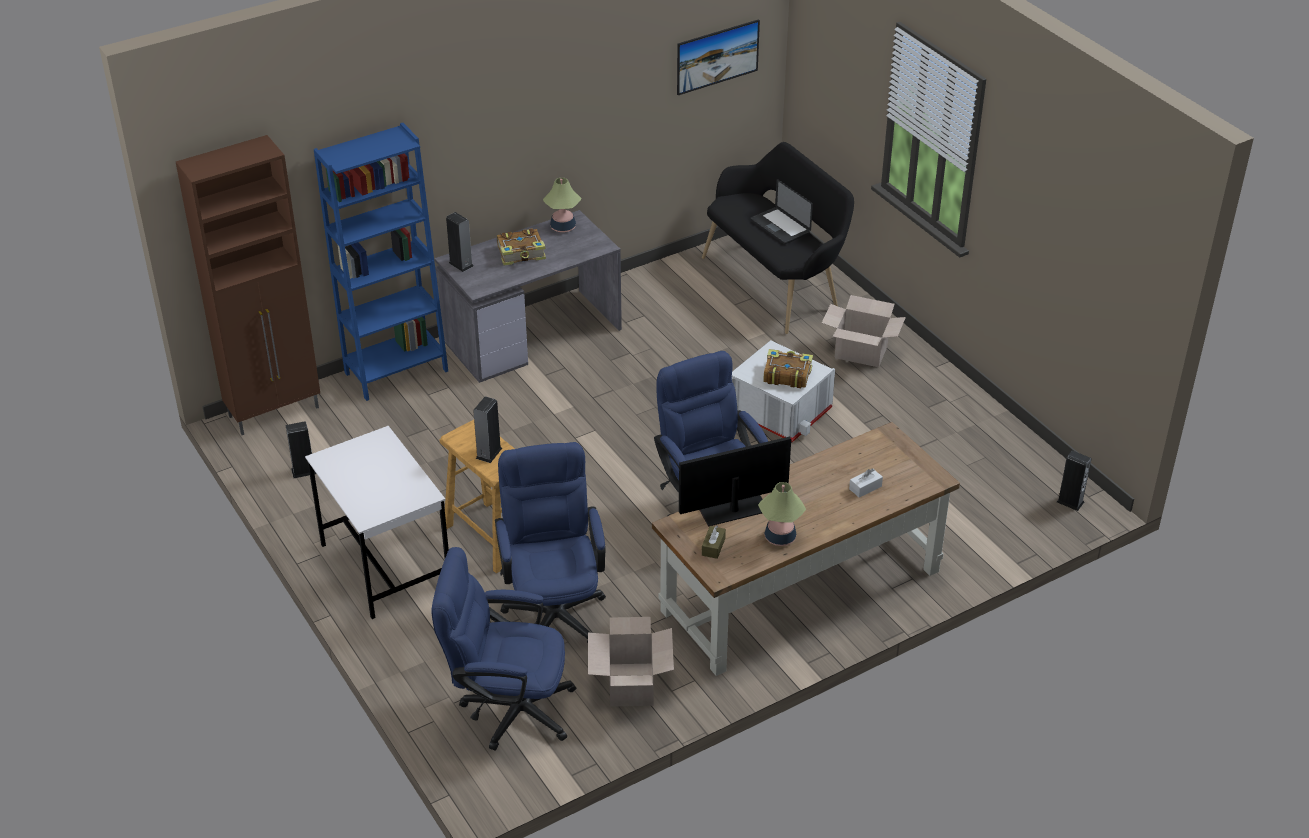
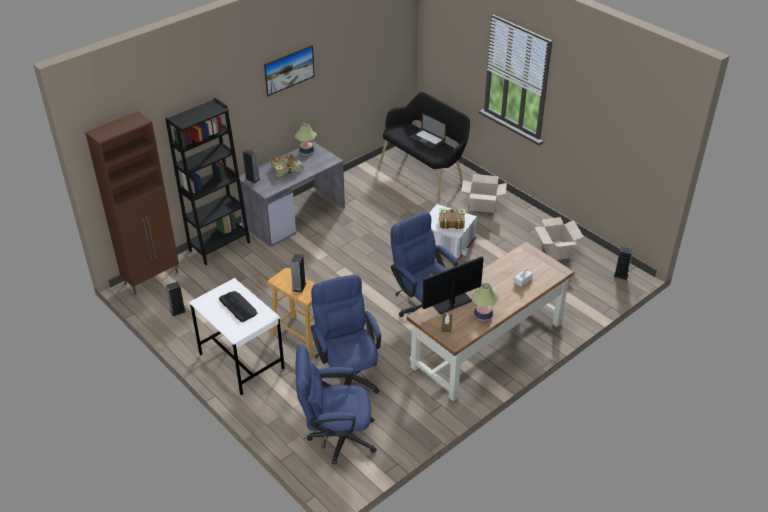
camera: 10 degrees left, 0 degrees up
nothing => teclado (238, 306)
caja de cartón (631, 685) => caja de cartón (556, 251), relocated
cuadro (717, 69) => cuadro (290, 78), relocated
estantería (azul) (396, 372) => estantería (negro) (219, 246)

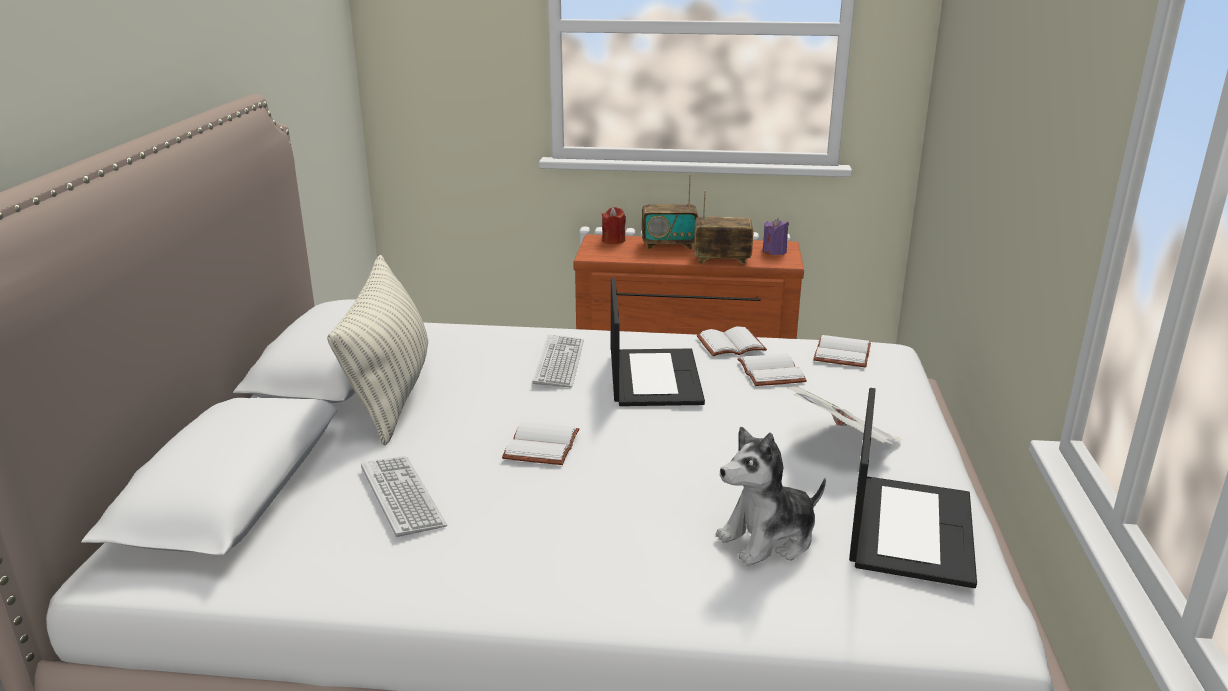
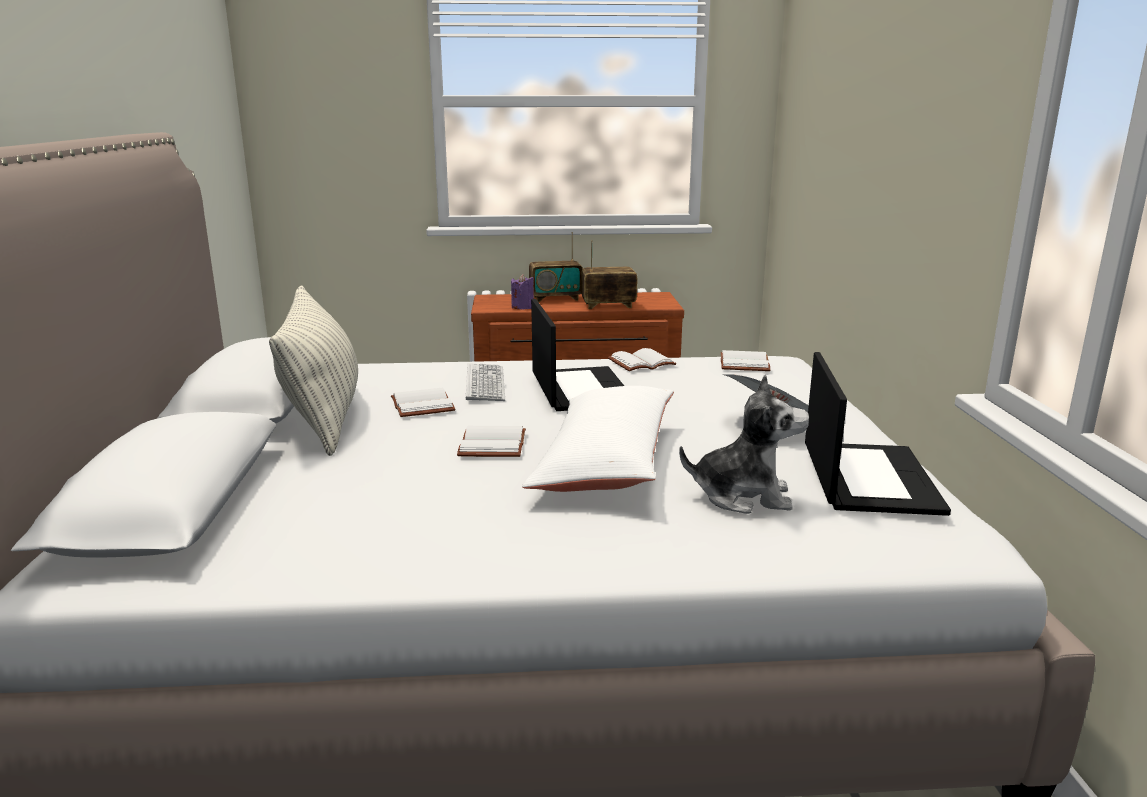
camera: 10 degrees left, 5 degrees down
teclado (402, 496) => nothing
vela (rojo) (613, 240) => nothing
nothing => cojín (blanco) (606, 460)
libro (blanco) (768, 372) => libro (blanco) (420, 405), relocated
vela (morado) (774, 251) => vela (morado) (522, 307), relocated
peluche (768, 539) => peluche (743, 496), 135 degrees counterclockwise

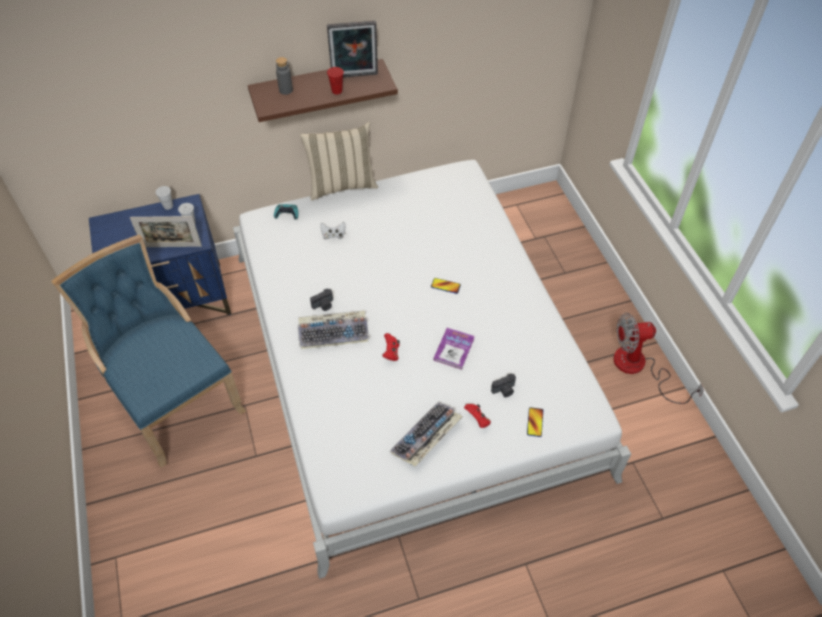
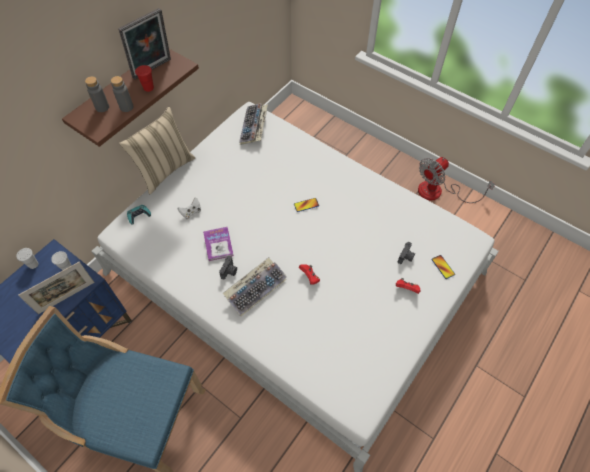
camera: 35 degrees left, 5 degrees up
nothing => botella (gris) (126, 107)
teclado (426, 438) => teclado (254, 128), relocated
libro (454, 349) => libro (218, 244), relocated

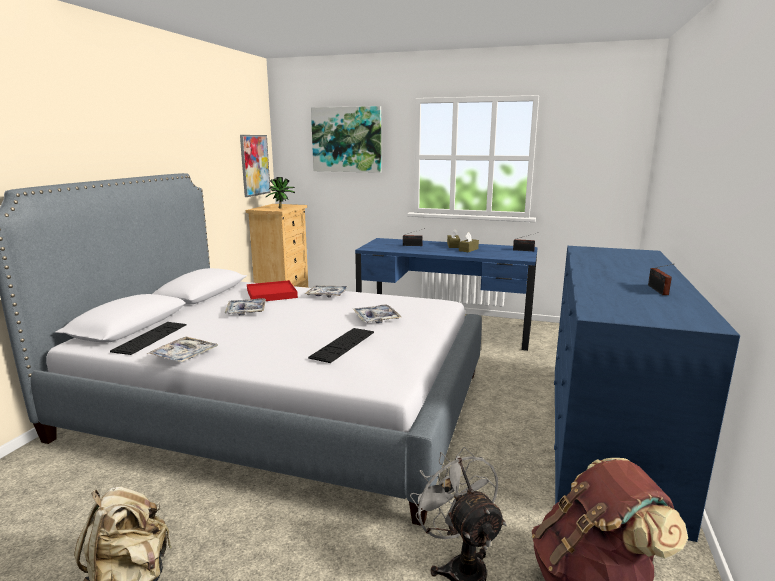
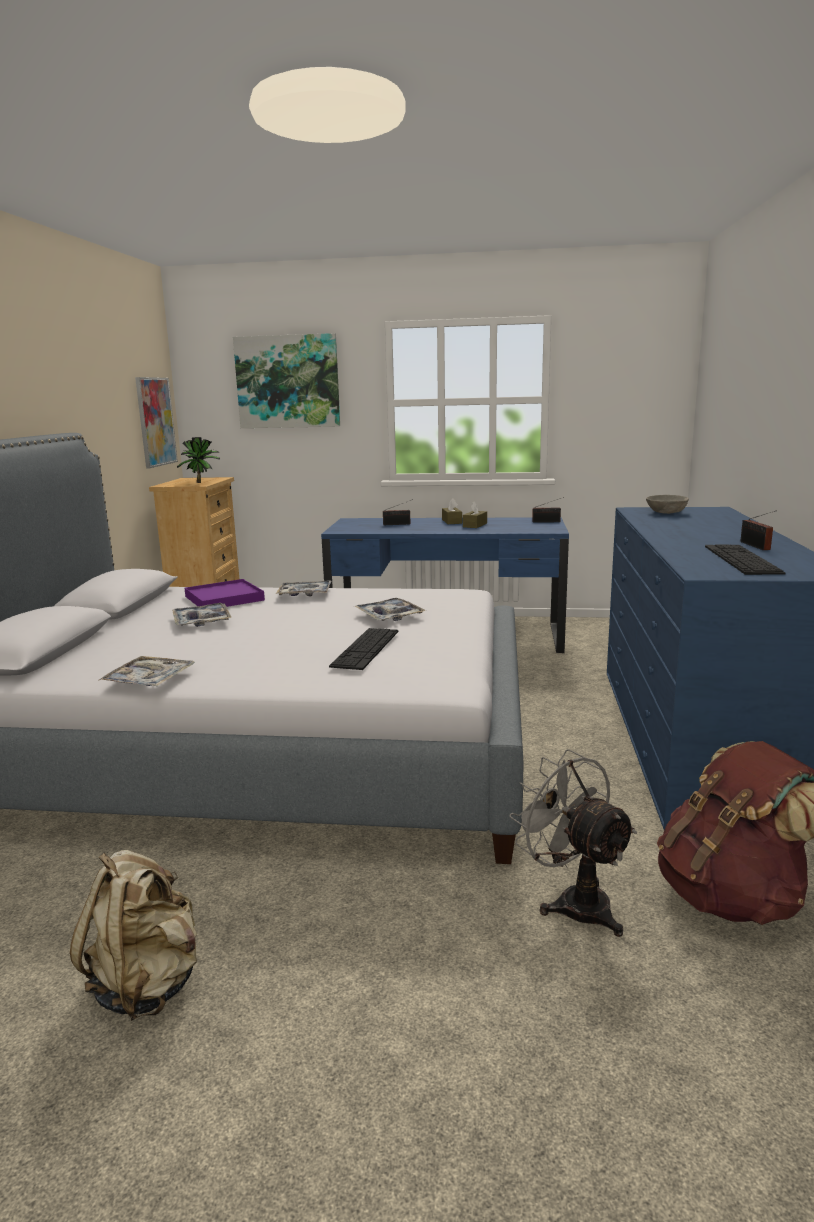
camera: 10 degrees left, 0 degrees up
nothing => cuenco (gris) (666, 512)
teclado (150, 337) => teclado (741, 559), relocated
bandeja (rojo) (271, 294) => bandeja (morado) (224, 598)

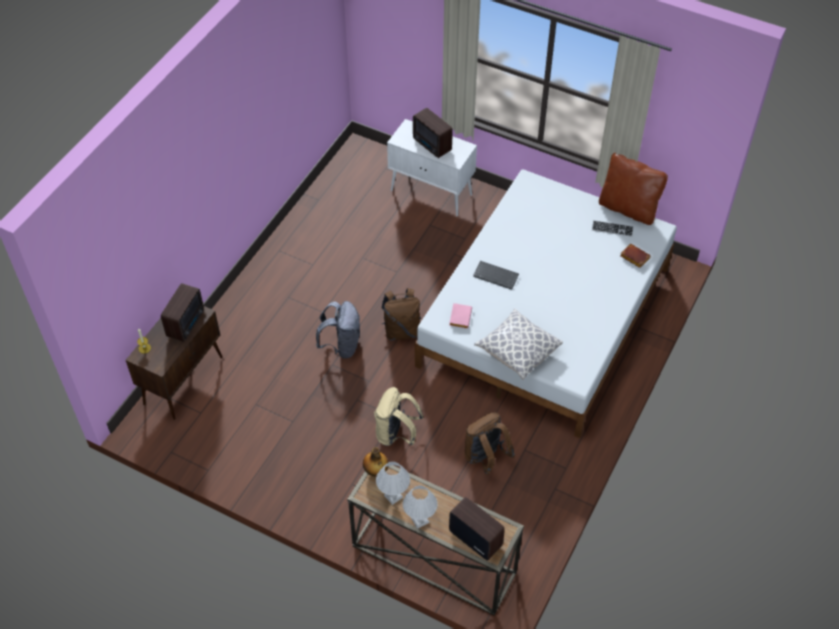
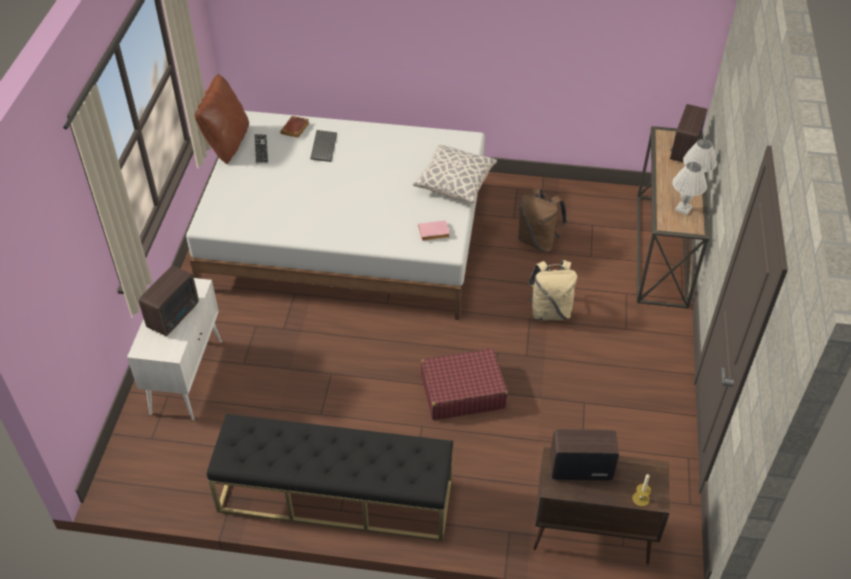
camera: 110 degrees left, 5 degrees down
botella (375, 471) => nothing
mochila (marrón) (401, 330) => nothing
nothing => banco (negro) (335, 496)
teclado (496, 275) => teclado (323, 146), relocated
mochila (gris) (341, 346) => maleta (rojo) (462, 392)

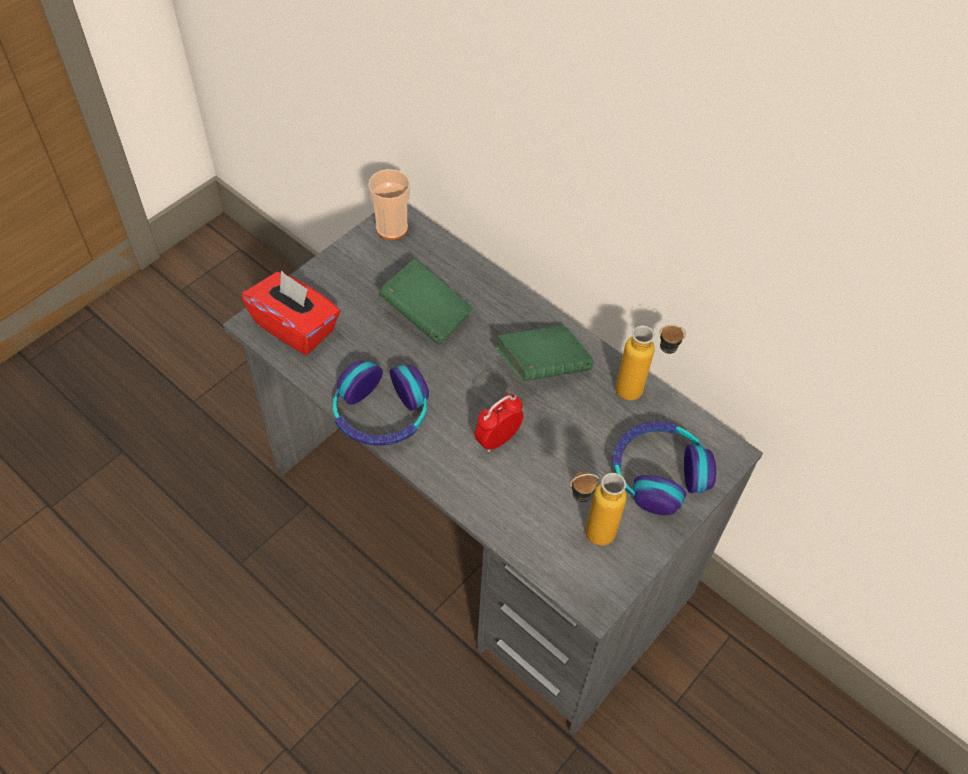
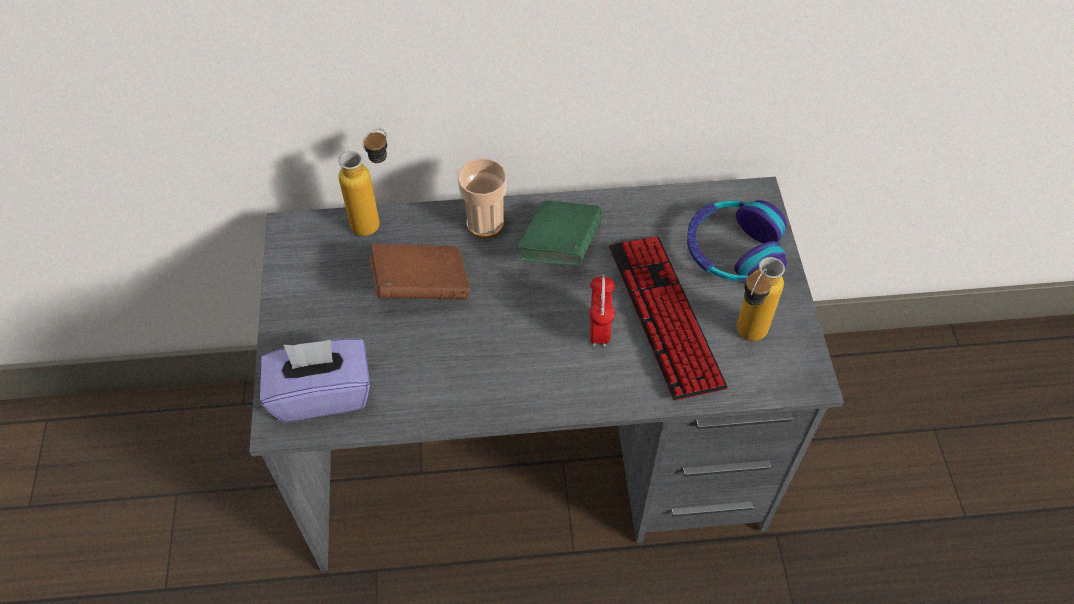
camera: 45 degrees left, 0 degrees up
auriculares (381, 413) => nothing
nothing => teclado (665, 316)
taza (391, 228) => taza (485, 223), relocated
botella (640, 392) => botella (376, 220), relocated
caja de pañuelos (rojo) (296, 327) => caja de pañuelos (morado) (322, 393)
libro (verde) (426, 315) => libro (marrón) (421, 287)

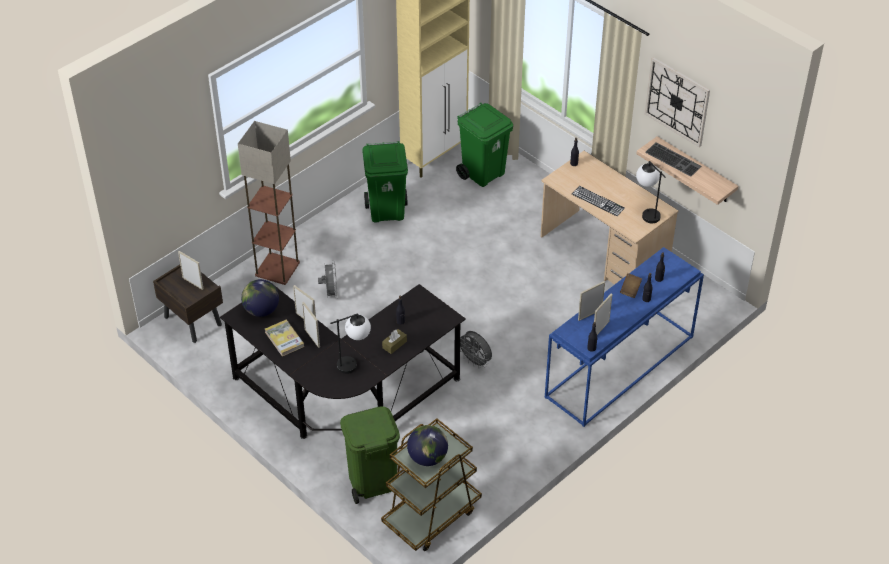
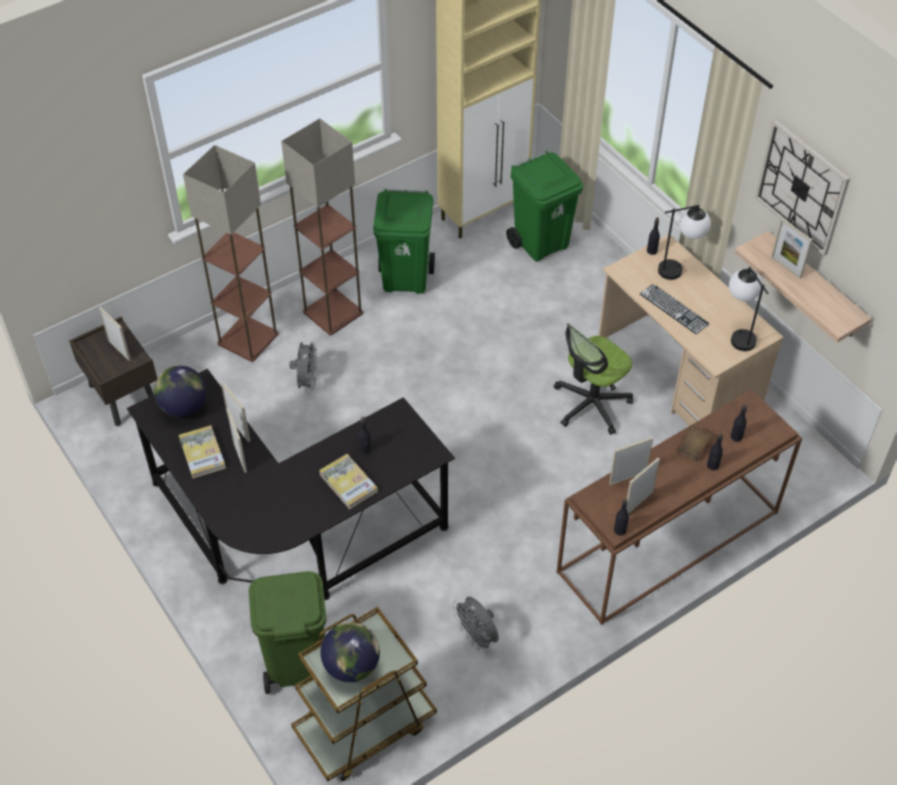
camera: 10 degrees right, 5 degrees up
nothing => lámpara de pie (333, 312)
nothing => silla de oficina (591, 404)
lámpara de mesa (354, 363) => lámpara de mesa (679, 268), relocated
ventilador (gris) (475, 361) => ventilador (gris) (477, 637), relocated
caja de pañuelos (marrón) (394, 344) => libro (348, 483)
teclado (674, 159) => portarretratos (786, 267)
mesa consola (azul) (620, 368) => mesa consola (marrón) (668, 544)

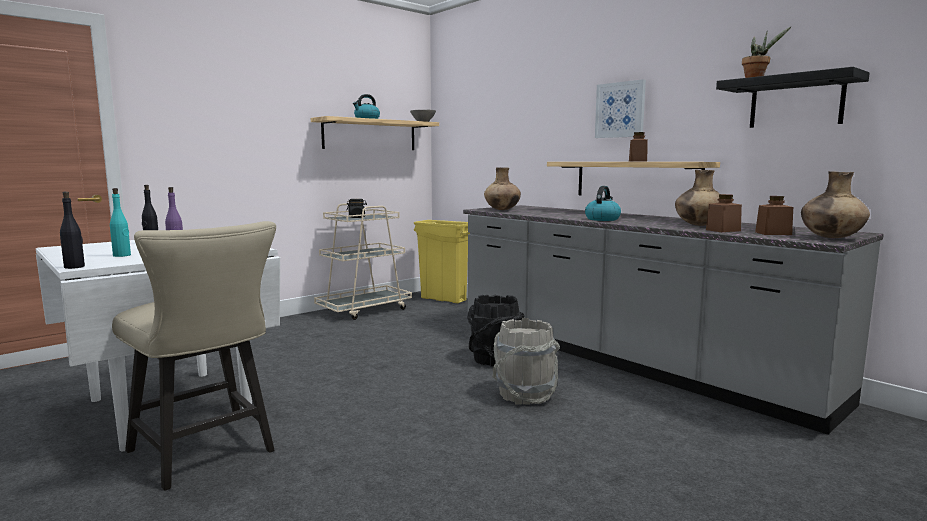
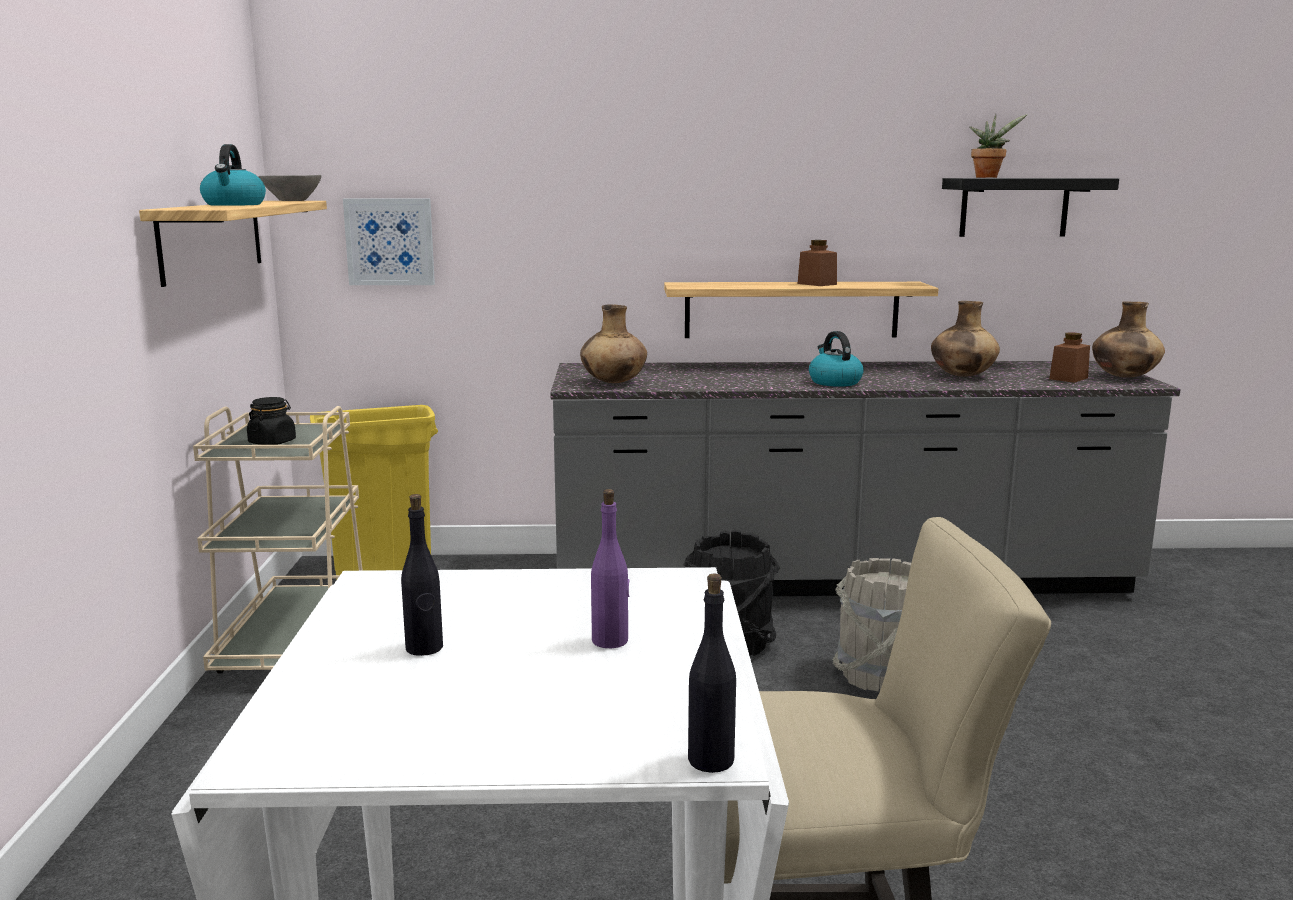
camera: 50 degrees left, 5 degrees up
botella (turquesa) (122, 255) => nothing
tarro (marrón) (723, 230) => nothing
cuadro (620, 110) => cuadro (390, 242), relocated

